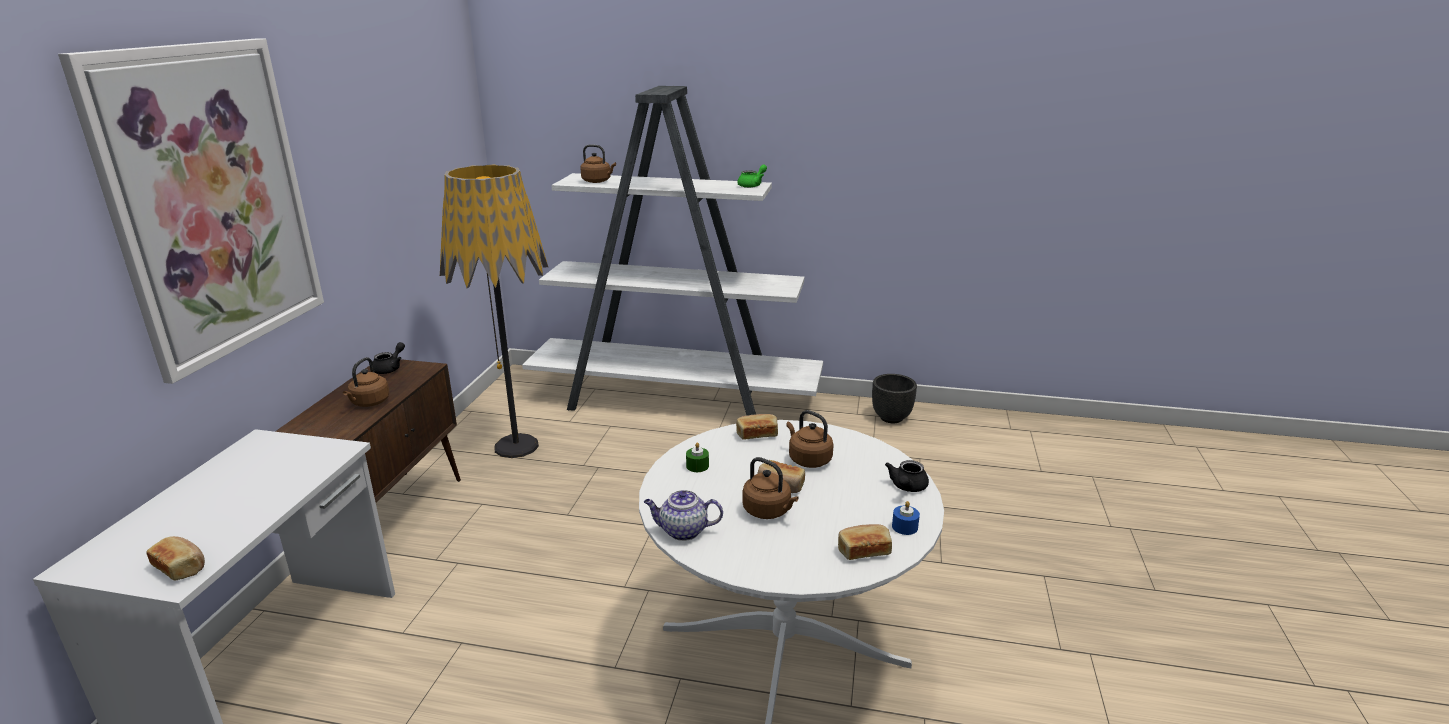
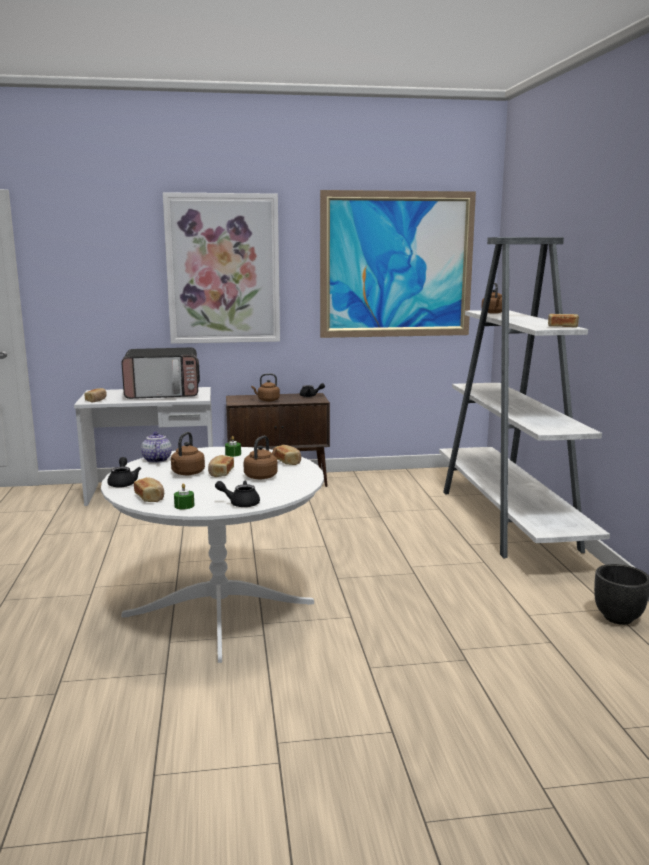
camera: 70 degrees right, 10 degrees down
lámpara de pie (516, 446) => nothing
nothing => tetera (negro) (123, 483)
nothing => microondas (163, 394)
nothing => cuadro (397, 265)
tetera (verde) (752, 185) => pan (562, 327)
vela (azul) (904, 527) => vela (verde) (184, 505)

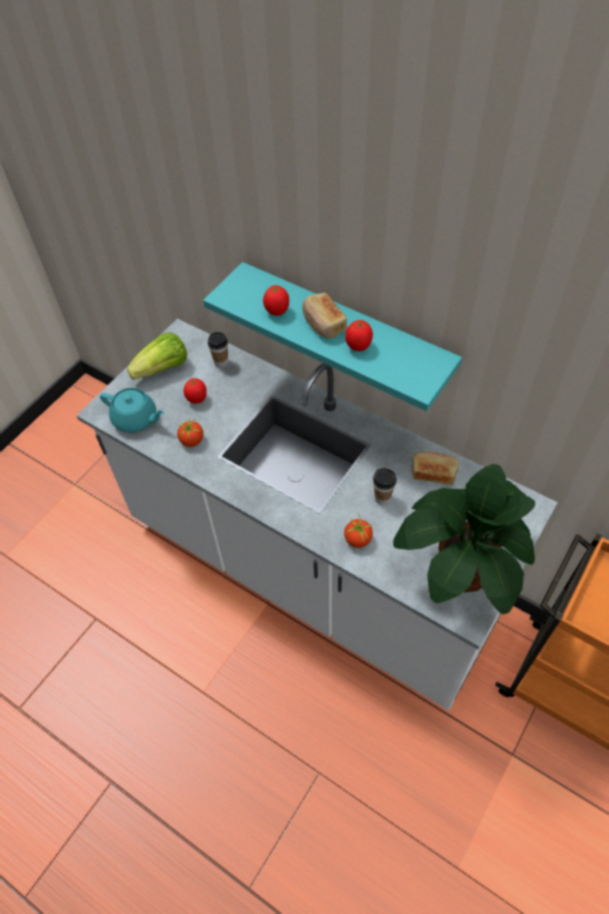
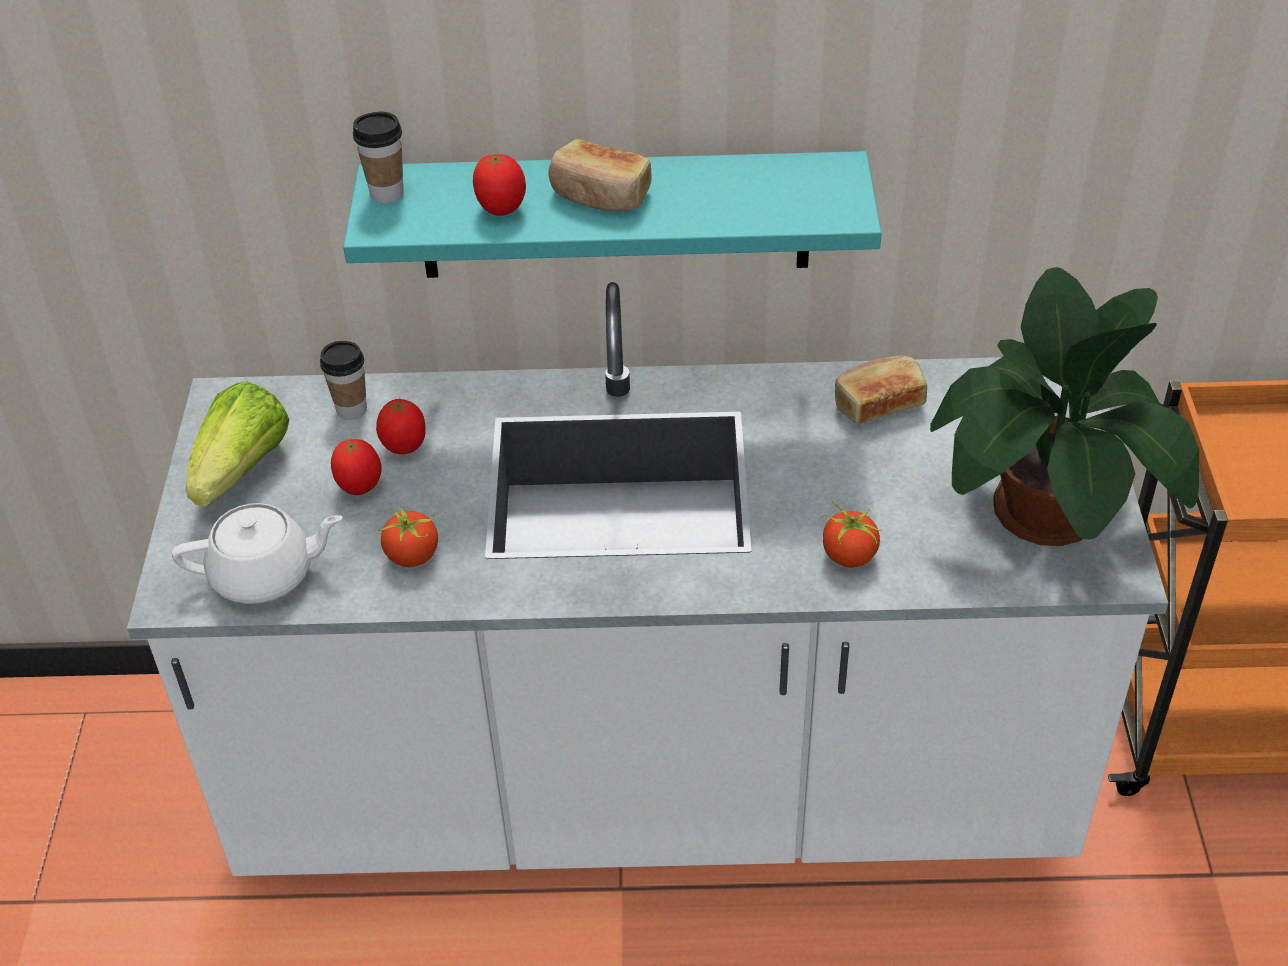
camera: 35 degrees left, 10 degrees down
tomate (358, 347) => tomate (405, 447), relocated
taza (382, 498) => taza (387, 193), relocated
tetera (turquesa) (136, 419) => tetera (blanco) (265, 575)

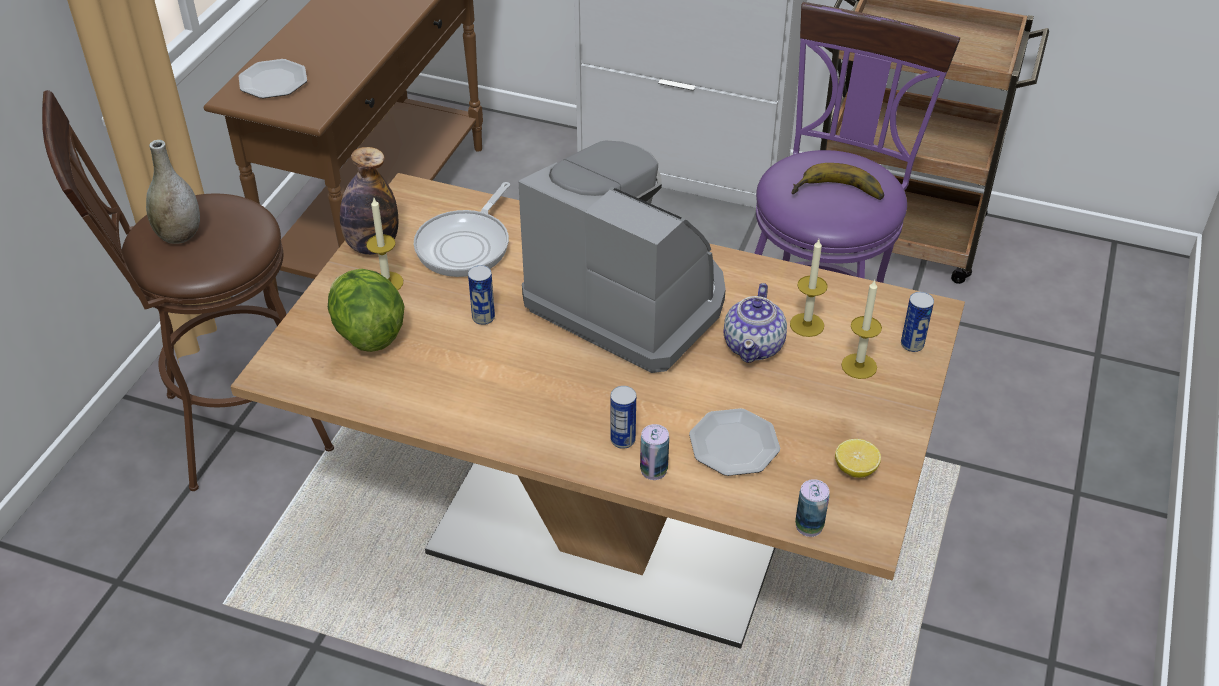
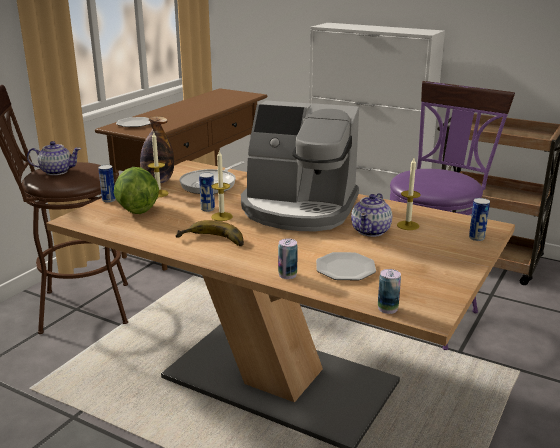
camera: 10 degrees right, 20 degrees down
limón (855, 469) => nothing
lata (623, 440) => lata (109, 200), relocated
plátano (838, 195) => plátano (211, 241), relocated
vela (859, 366) => vela (221, 216), relocated
florero (gris) (179, 235) => tetera (56, 171)
cafetera (630, 300) => cafetera (299, 209), 150 degrees clockwise

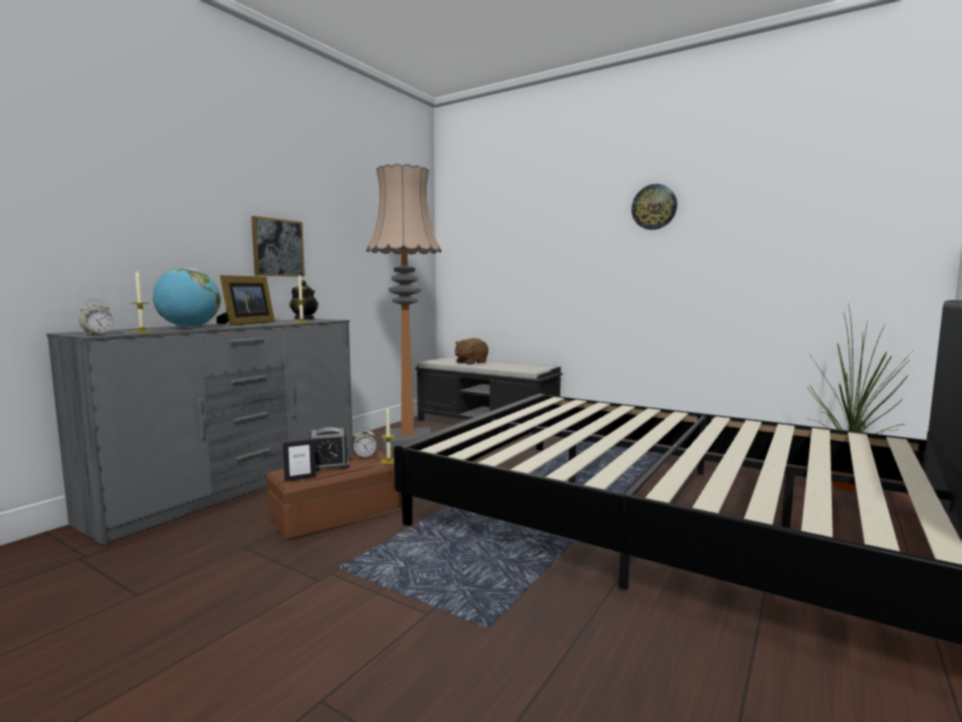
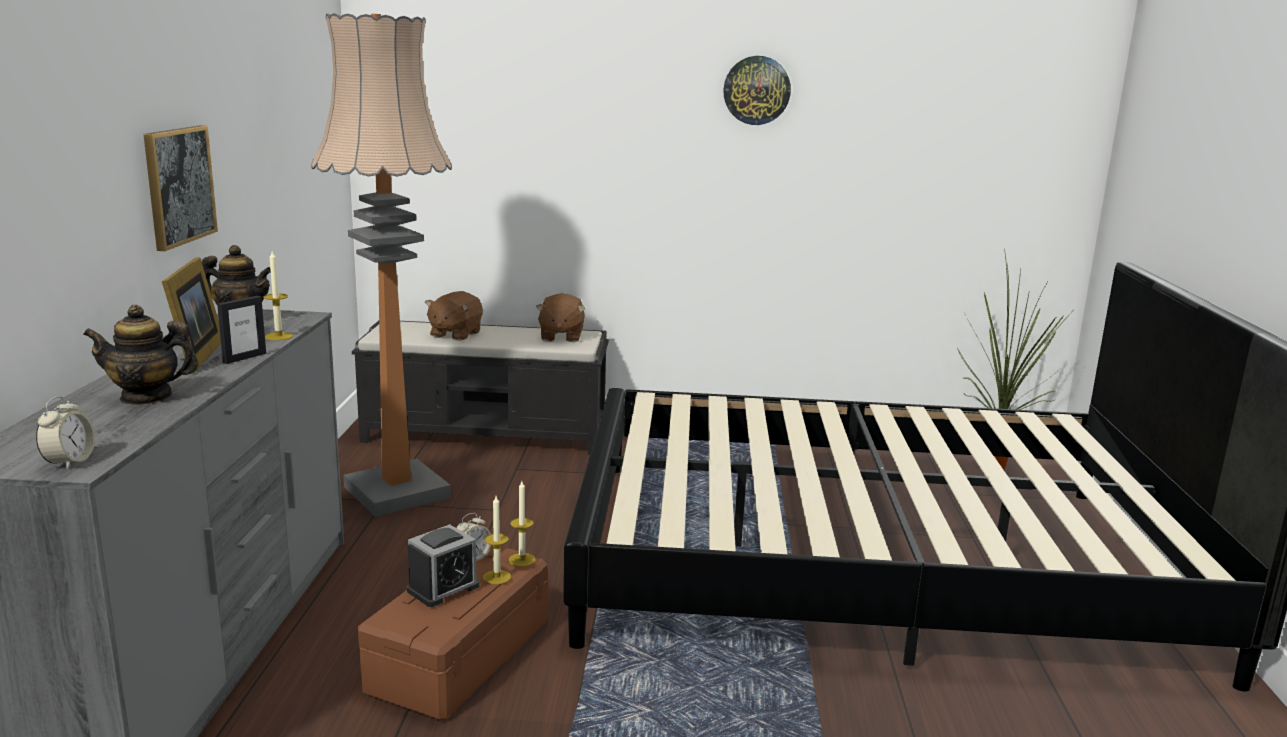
camera: 30 degrees left, 10 degrees up
nothing => peluche (marrón) (561, 336)
vela (142, 331) => vela (496, 577), relocated
portarretratos (300, 478) => portarretratos (244, 358), relocated
globo terráqueo (189, 327) => tetera (146, 397)

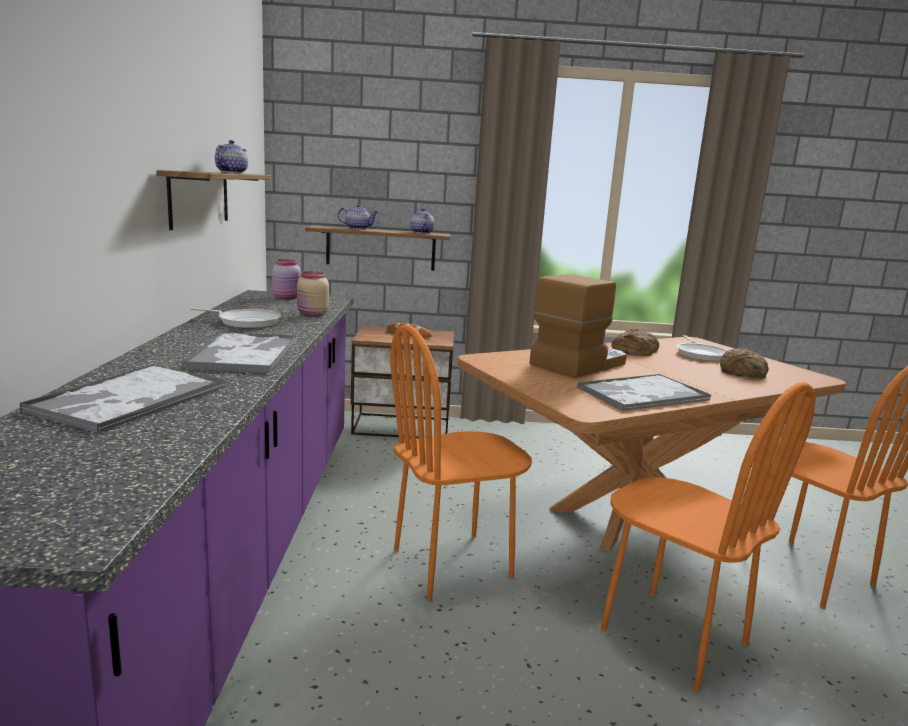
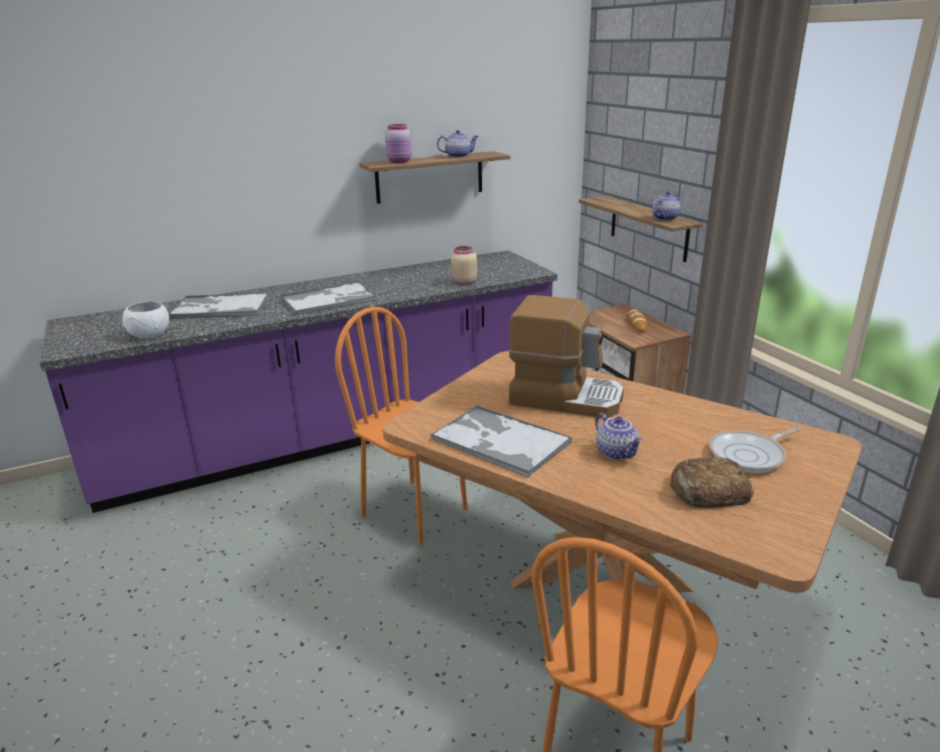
camera: 65 degrees right, 10 degrees up
sartén (246, 322) => nothing
silla (naranja) (673, 637) => nothing
pan (634, 349) => nothing
nothing => cuenco (blanco) (149, 335)
tarro (rosa) (287, 297) => tarro (rosa) (399, 161), relocated
tetera (358, 228) => tetera (617, 452), relocated

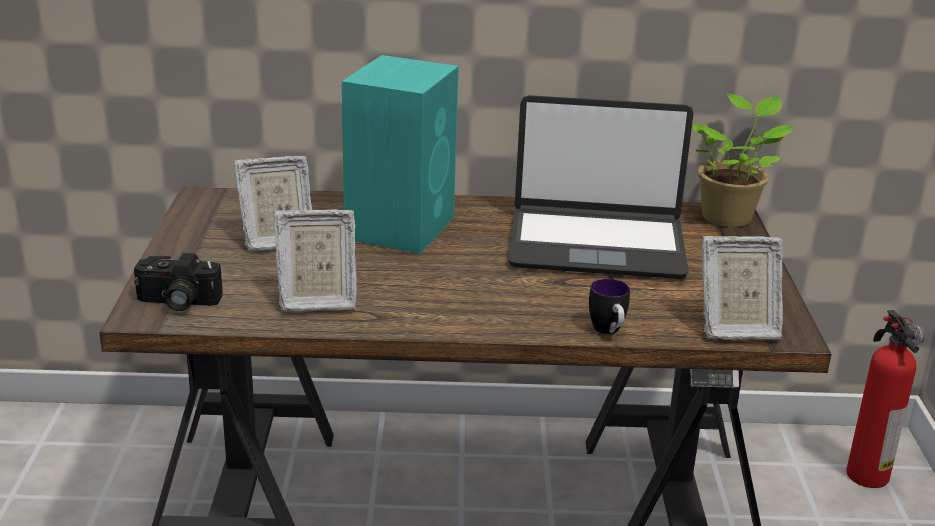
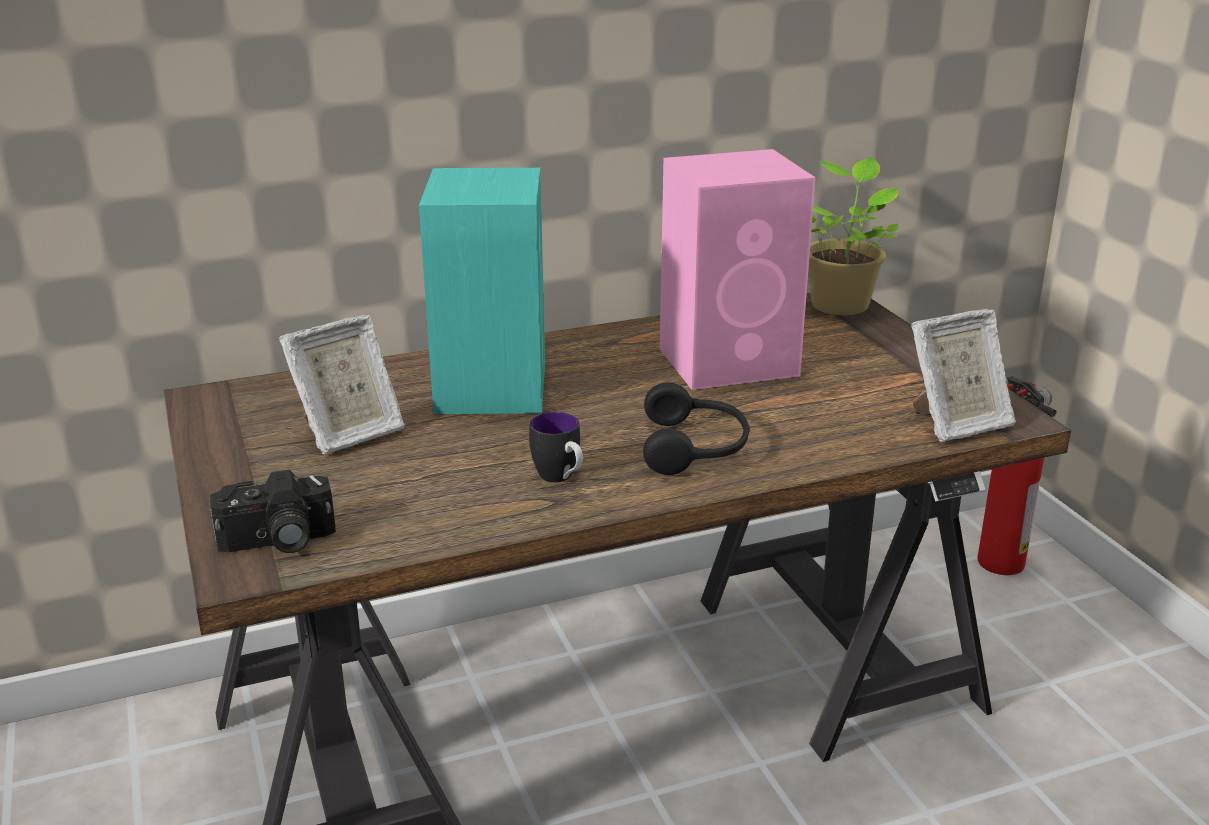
camera: 20 degrees left, 0 degrees up
portarretratos (316, 301) => nothing
nothing => auriculares (negro) (695, 448)
taza grande (608, 332) => taza grande (561, 479), relocated
portátil (596, 244) => altavoz (rosa) (731, 361)

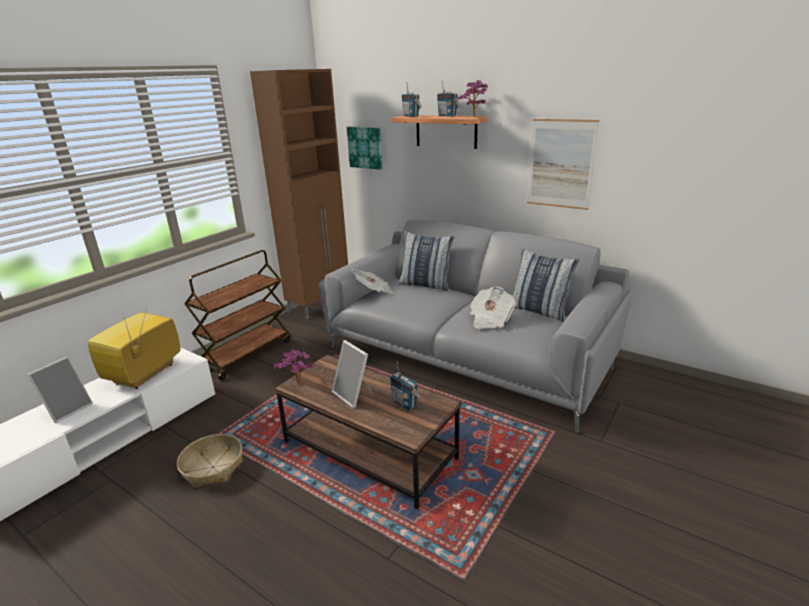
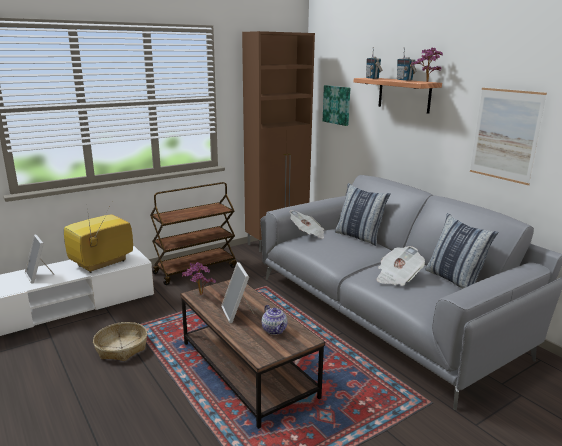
camera: 20 degrees right, 5 degrees down
radio (404, 403) => tetera (275, 330)
portarretratos (68, 409) => portarretratos (39, 276), 90 degrees clockwise

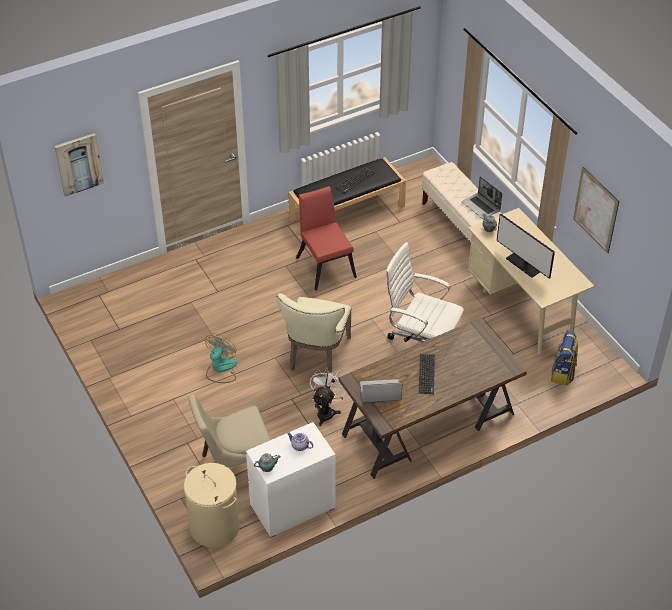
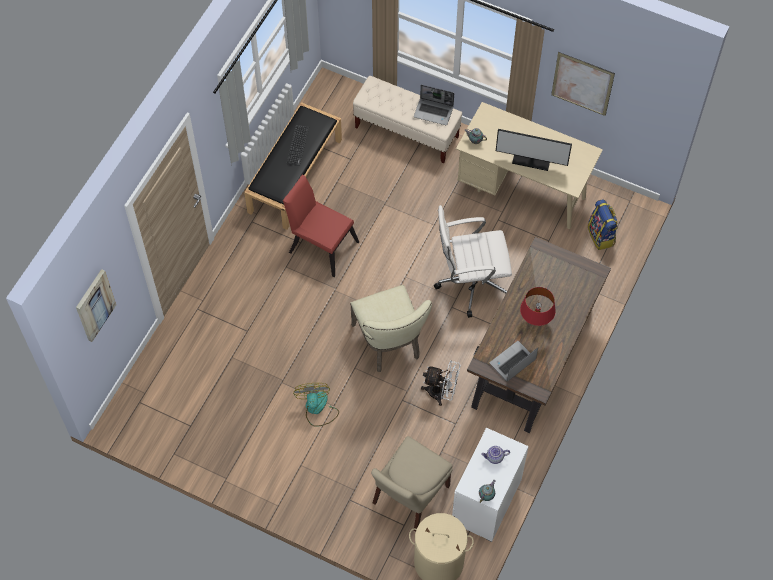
camera: 35 degrees left, 15 degrees up
teclado (426, 374) => lámpara de mesa (rojo) (535, 320)
ventilador (blanco) (327, 411) => ventilador (blanco) (441, 393), 120 degrees clockwise

